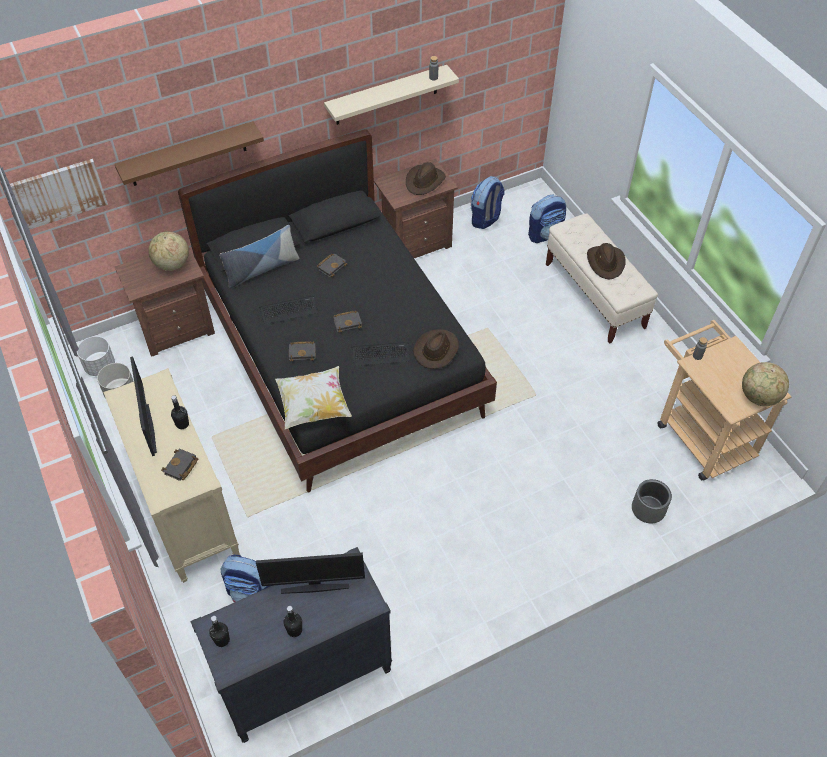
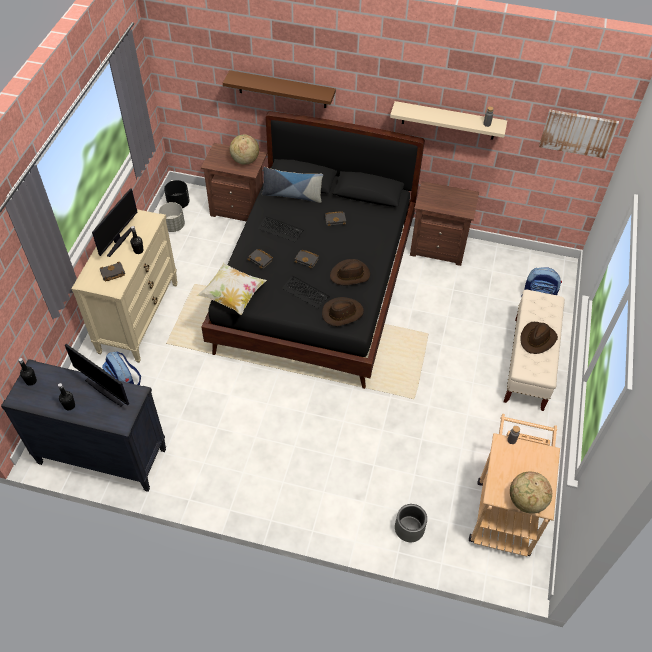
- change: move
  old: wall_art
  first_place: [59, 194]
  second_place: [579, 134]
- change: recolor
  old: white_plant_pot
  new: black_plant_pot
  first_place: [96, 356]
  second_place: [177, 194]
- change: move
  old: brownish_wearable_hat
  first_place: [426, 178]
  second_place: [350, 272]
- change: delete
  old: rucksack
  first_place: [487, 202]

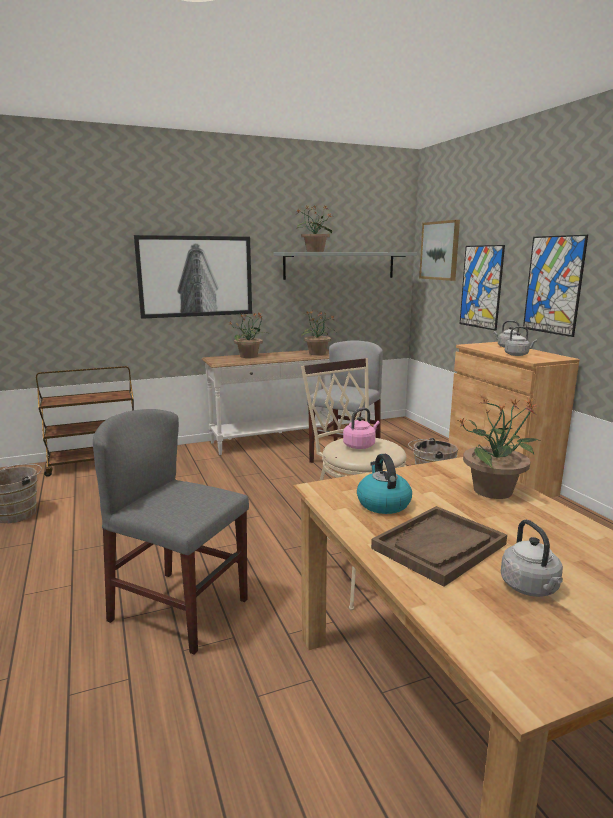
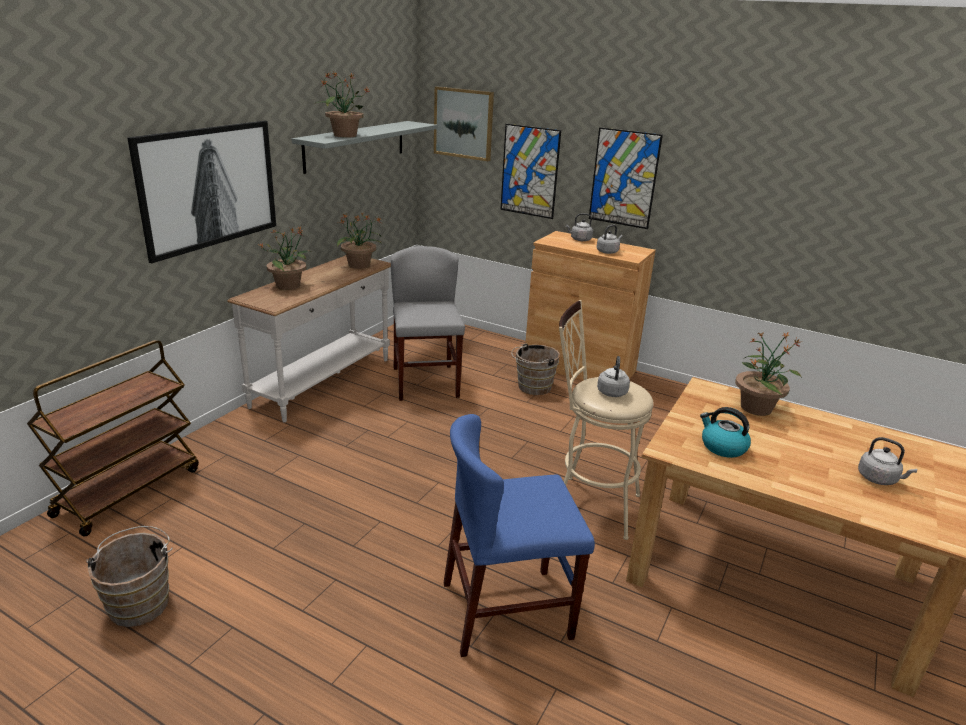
- change: recolor
  old: grey_upright_chair
  new: blue_upright_chair
  first_place: [171, 532]
  second_place: [519, 535]
- change: recolor
  old: pink_kettle
  new: grey_kettle
  first_place: [361, 428]
  second_place: [613, 376]
- change: delete
  old: brownish_tray
  first_place: [439, 546]

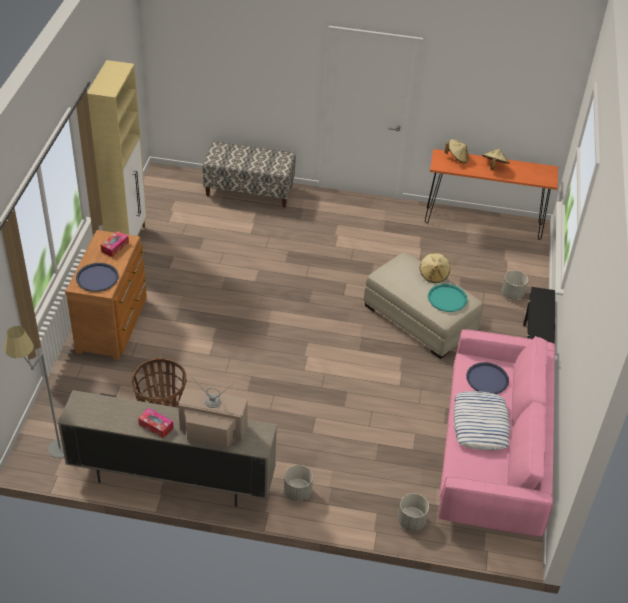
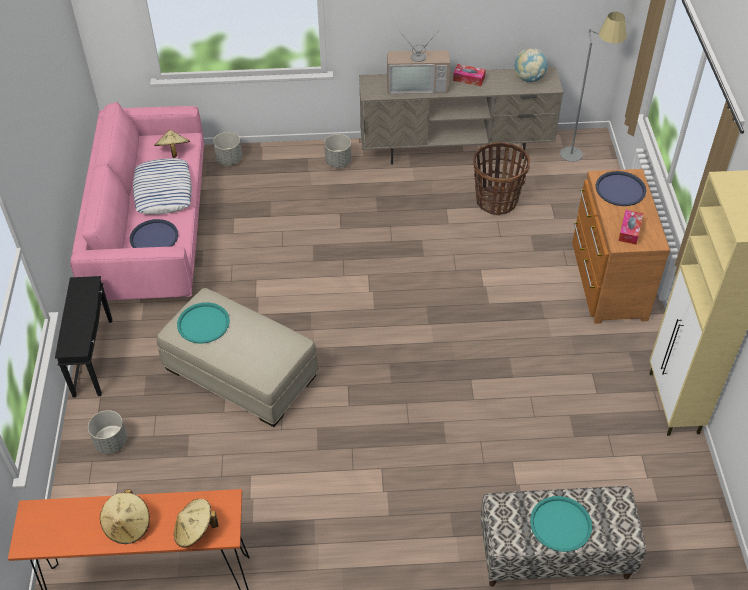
- change: move
  old: beige-coloured_wearable_hat
  first_place: [435, 267]
  second_place: [172, 144]
- change: insert
  new: globe
  second_place: [531, 65]
- change: insert
  new: blue-green_tray
  second_place: [561, 524]

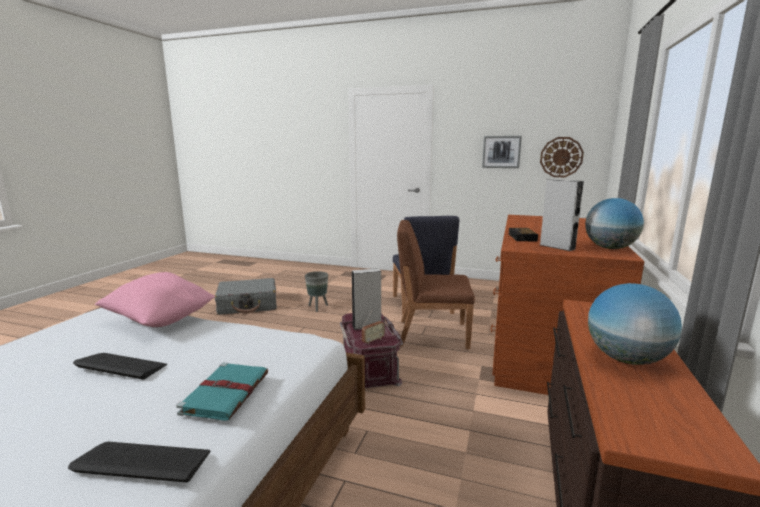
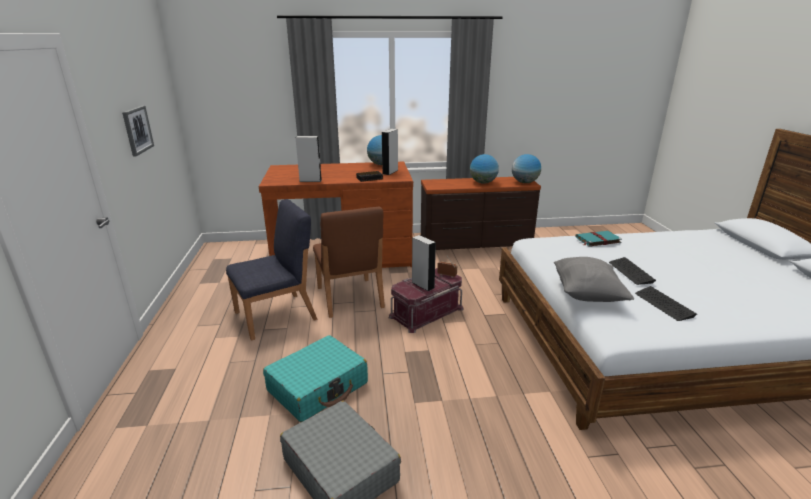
- change: move
  old: PC_keyboard
  first_place: [139, 462]
  second_place: [666, 303]
- change: recolor
  old: pink_cushion
  new: grey_cushion
  first_place: [155, 299]
  second_place: [594, 279]
- change: replace
  old: grey_plant_pot
  new: blue-green_suitcase
  first_place: [316, 291]
  second_place: [315, 378]
- change: delete
  old: clock_on_the_wall
  first_place: [562, 157]
- change: insert
  new: grey_loudspeaker
  second_place: [308, 159]
- change: insert
  new: globe
  second_place: [526, 168]

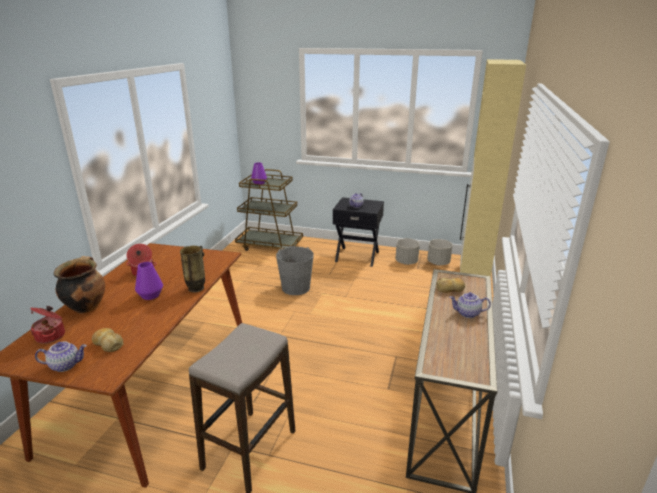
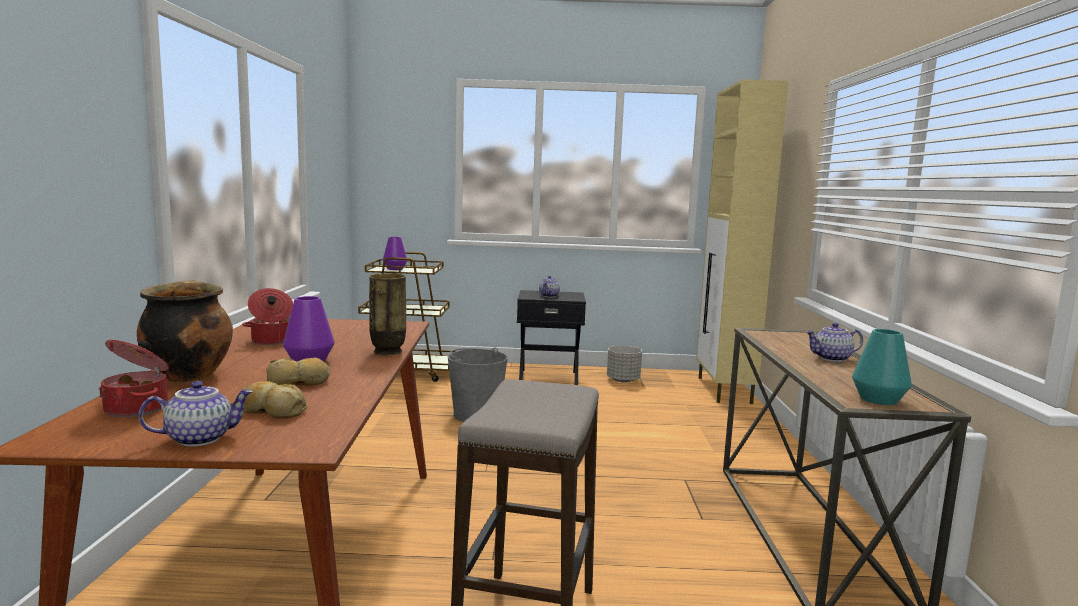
- change: delete
  old: grey_plant_pot
  first_place: [440, 252]
- change: move
  old: baked_bread
  first_place: [450, 285]
  second_place: [298, 372]
- change: insert
  new: blue-green_decorative_vase
  second_place: [882, 367]

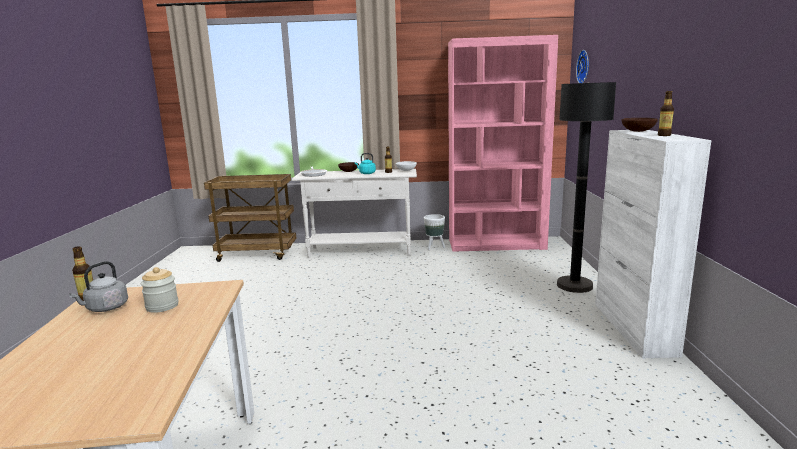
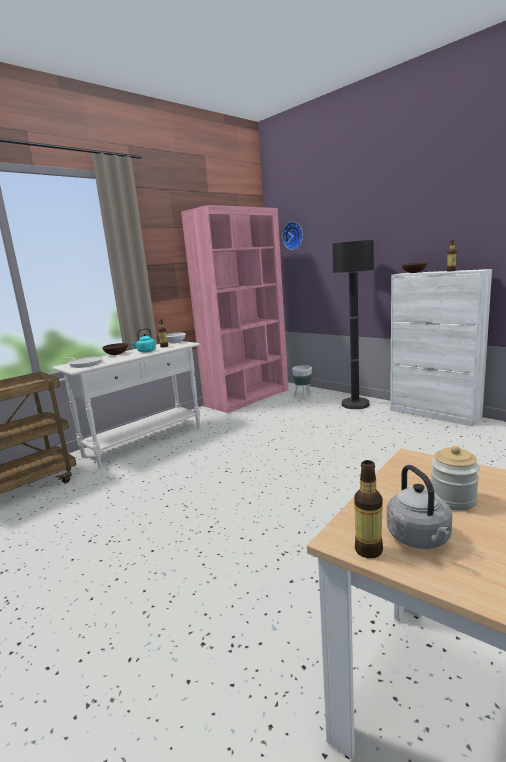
- change: move
  old: white_plant_pot
  first_place: [434, 232]
  second_place: [302, 382]

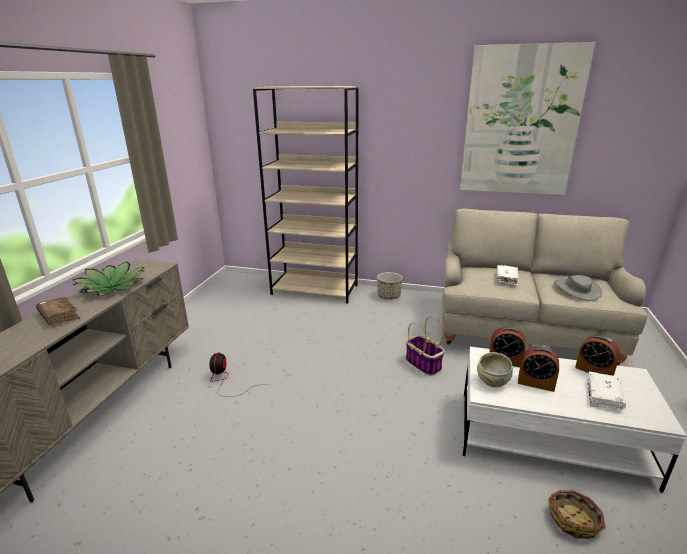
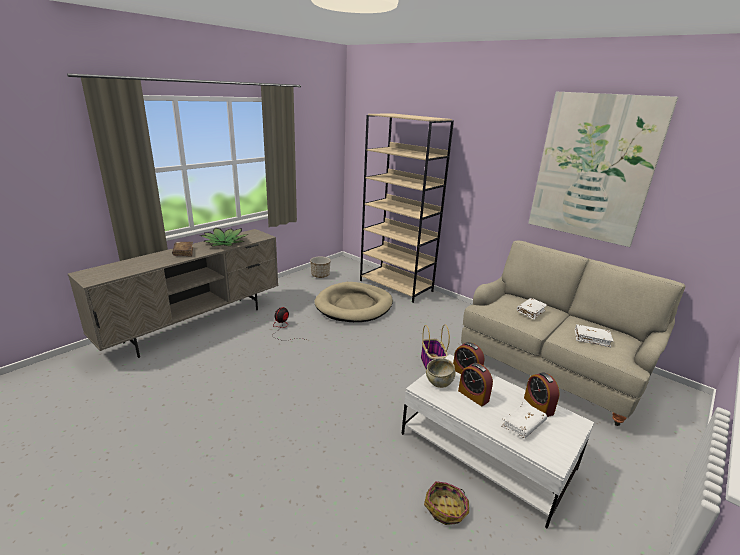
- change: move
  old: plant_pot
  first_place: [390, 286]
  second_place: [320, 267]
- change: replace
  old: grey_wearable_hat
  new: white_book
  first_place: [578, 288]
  second_place: [594, 335]
- change: insert
  new: beige-coloured_dog_cushion
  second_place: [353, 302]

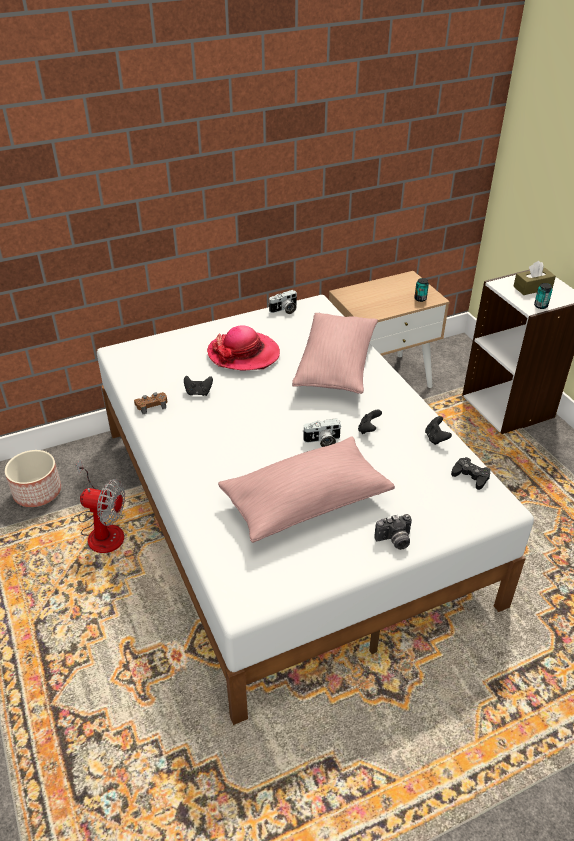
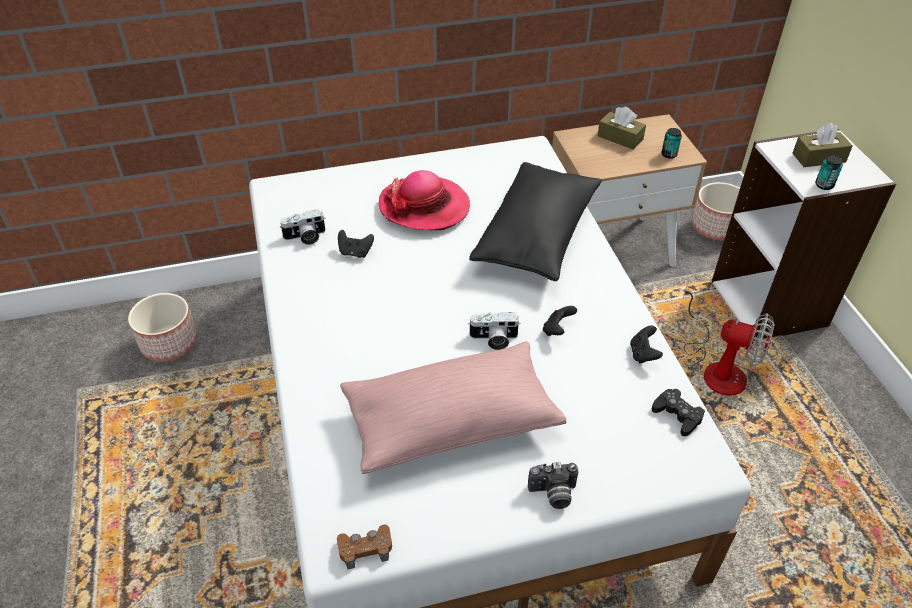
- change: move
  old: electric_fan
  first_place: [100, 506]
  second_place: [728, 339]
- change: move
  old: brownish_game_controller
  first_place: [150, 403]
  second_place: [364, 547]
- change: move
  old: still_camera
  first_place: [283, 302]
  second_place: [302, 227]
- change: recolor
  old: pink_cushion
  new: black_cushion
  first_place: [335, 353]
  second_place: [535, 221]
- change: insert
  new: brownish_box_of_tissues
  second_place: [622, 128]
- change: insert
  new: plant_pot
  second_place: [716, 211]

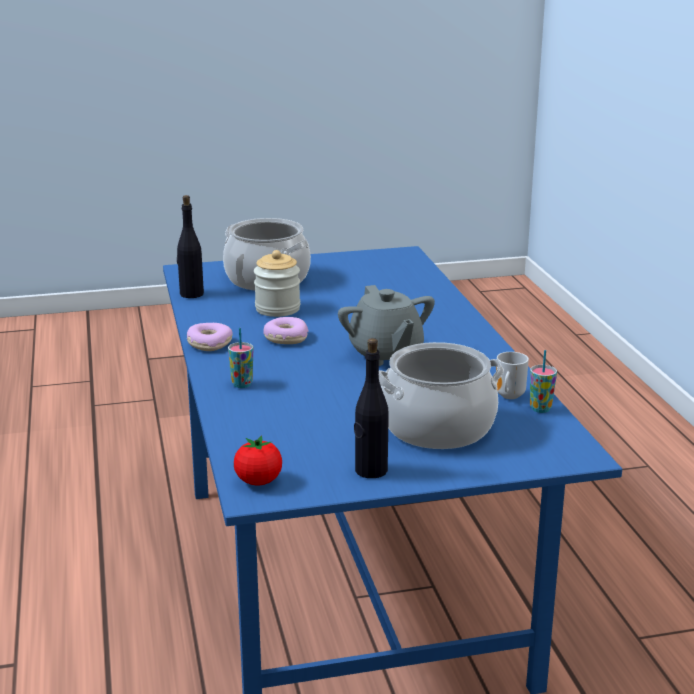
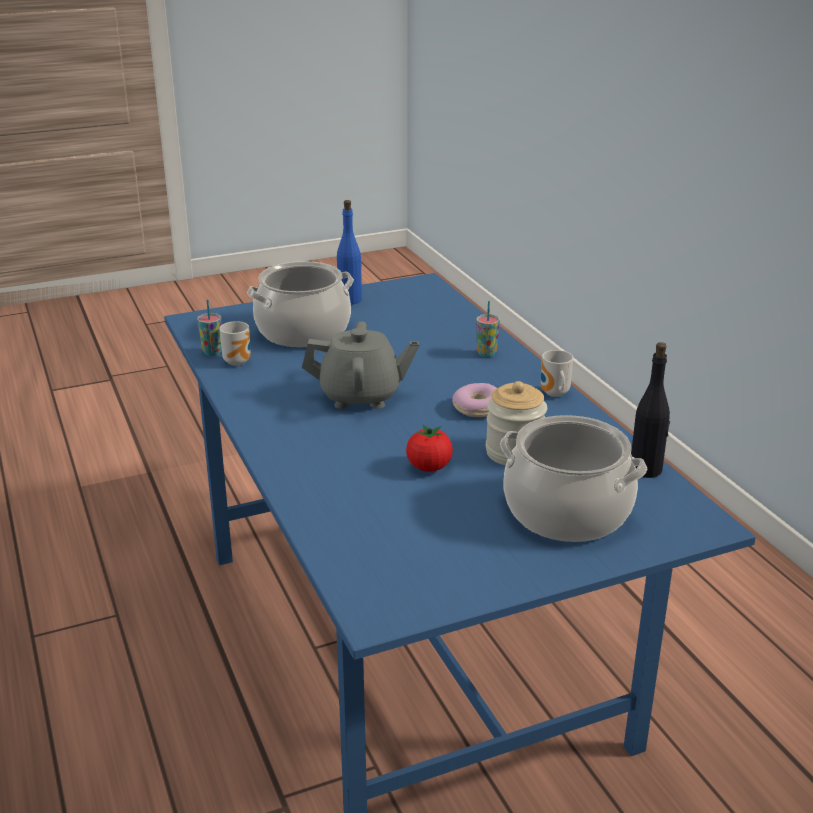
- change: replace
  old: donut
  new: tea_mug
  first_place: [210, 337]
  second_place: [557, 373]
- change: move
  old: tomato
  first_place: [258, 460]
  second_place: [429, 448]
- change: rotate
  old: grey_tea_pot
  first_place: [386, 325]
  second_place: [360, 365]
  degrees: 120
- change: recolor
  old: black_drink_bottle
  new: blue_drink_bottle
  first_place: [371, 408]
  second_place: [349, 252]

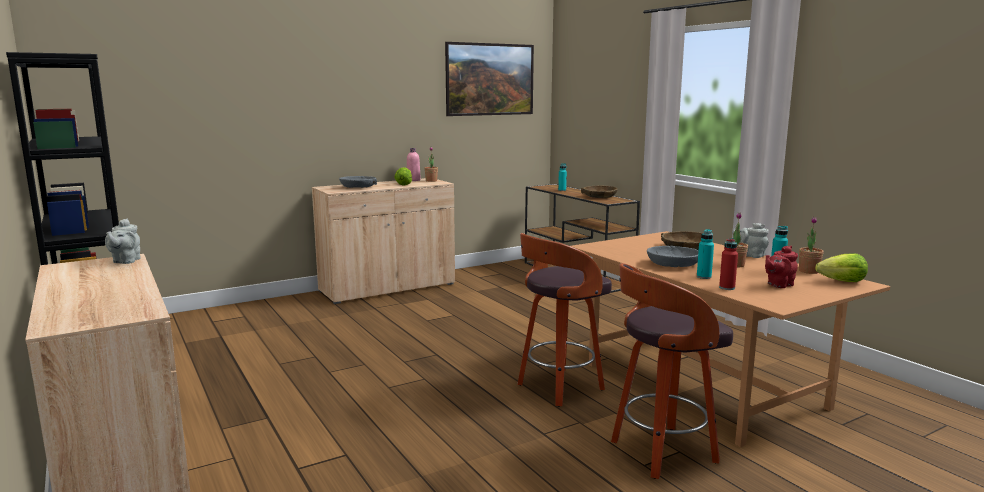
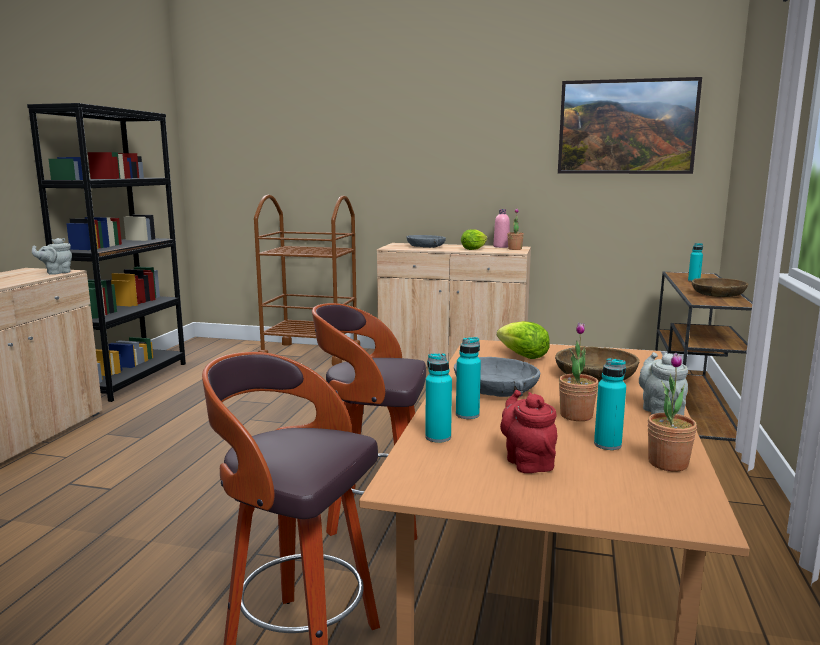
- change: recolor
  old: reddish_drink_bottle
  new: blue-green_drink_bottle
  first_place: [728, 264]
  second_place: [438, 398]
- change: rotate
  old: reddish_tea_pot
  first_place: [781, 267]
  second_place: [528, 431]
  degrees: 60
- change: move
  old: lettuce
  first_place: [841, 267]
  second_place: [523, 340]
- change: insert
  new: brownish_trolley
  second_place: [307, 280]

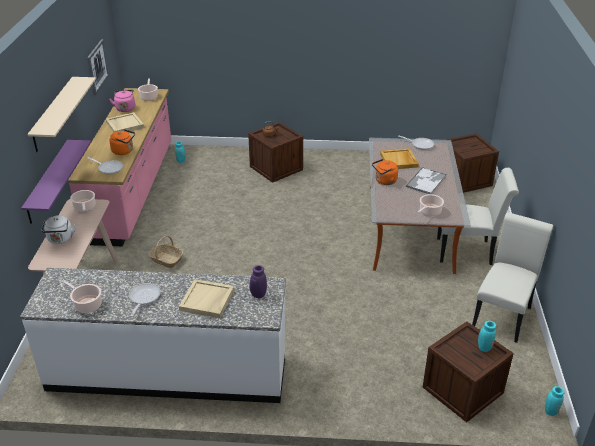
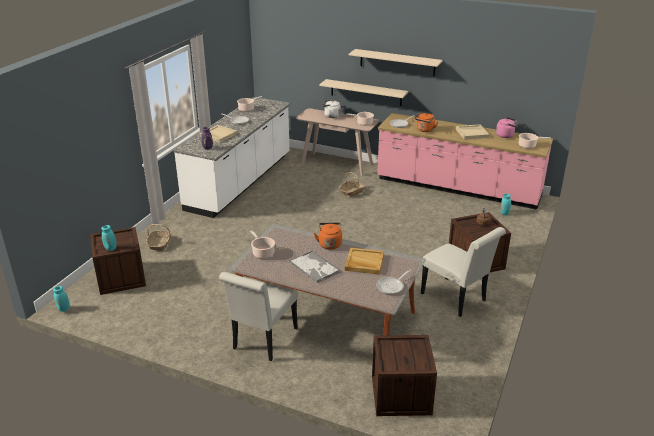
- change: recolor
  old: purple-coloured_shelf
  new: beige-coloured_shelf
  first_place: [56, 182]
  second_place: [363, 92]
- change: delete
  old: wall_art
  first_place: [98, 67]
- change: move
  old: white_upright_chair
  first_place: [512, 277]
  second_place: [463, 272]
- change: insert
  new: storage_basket
  second_place: [159, 237]

